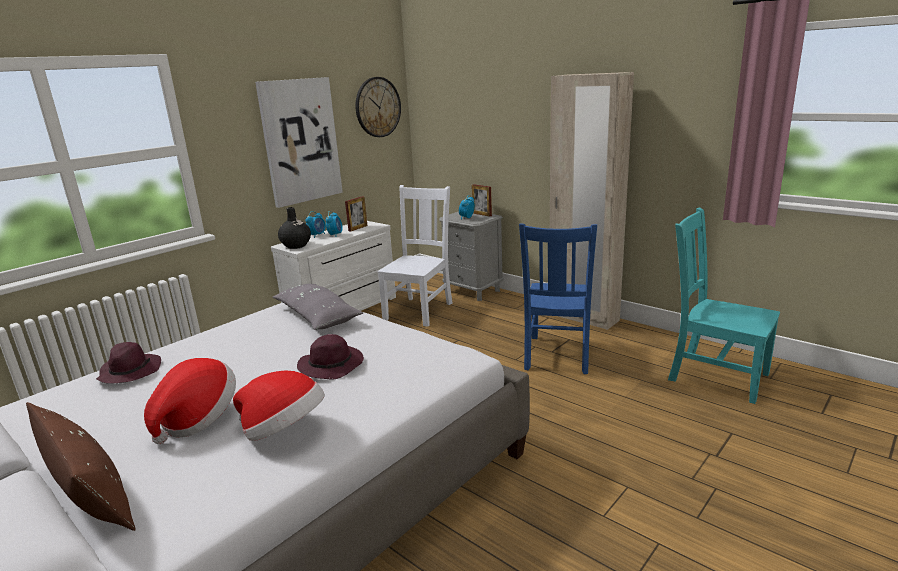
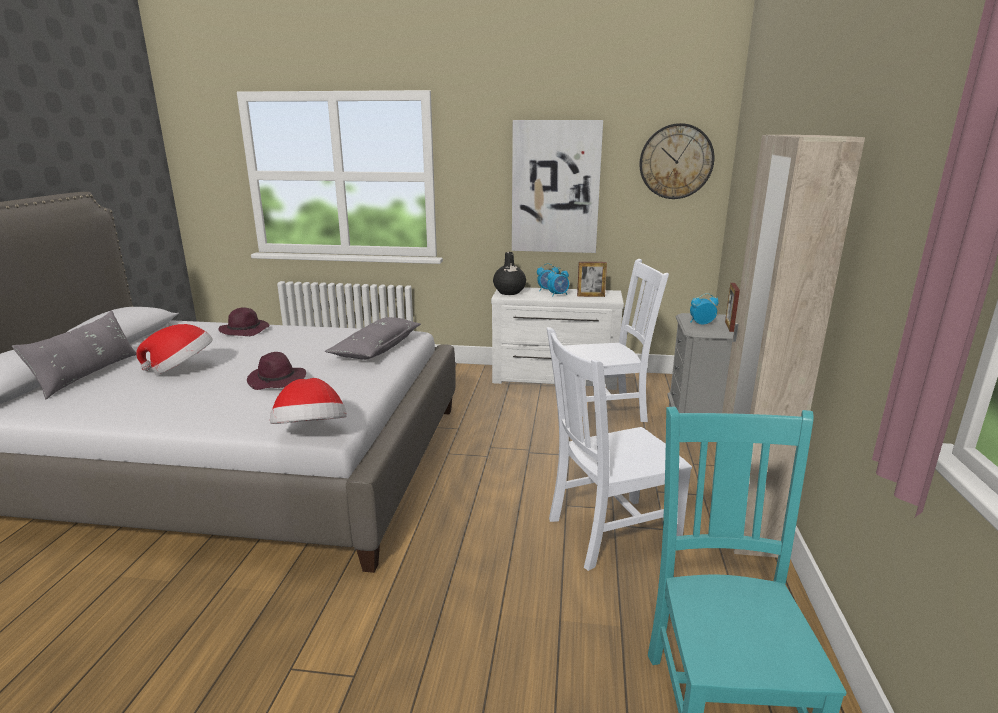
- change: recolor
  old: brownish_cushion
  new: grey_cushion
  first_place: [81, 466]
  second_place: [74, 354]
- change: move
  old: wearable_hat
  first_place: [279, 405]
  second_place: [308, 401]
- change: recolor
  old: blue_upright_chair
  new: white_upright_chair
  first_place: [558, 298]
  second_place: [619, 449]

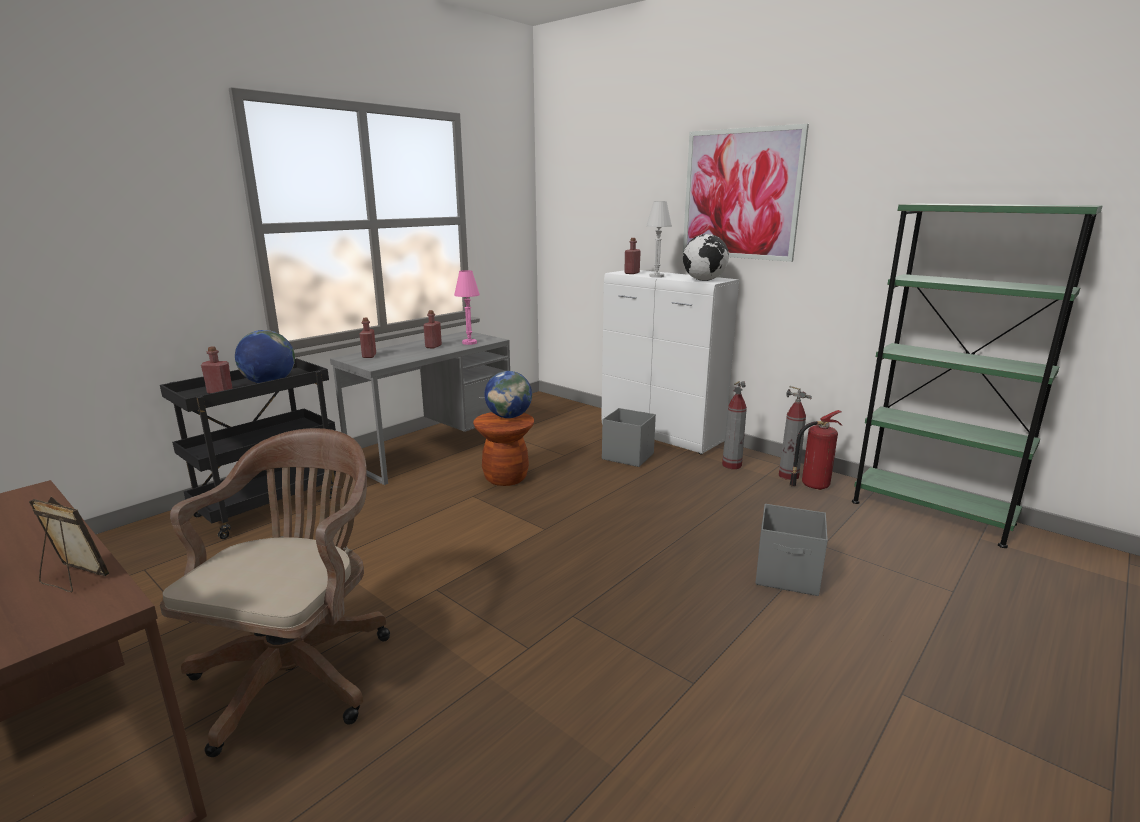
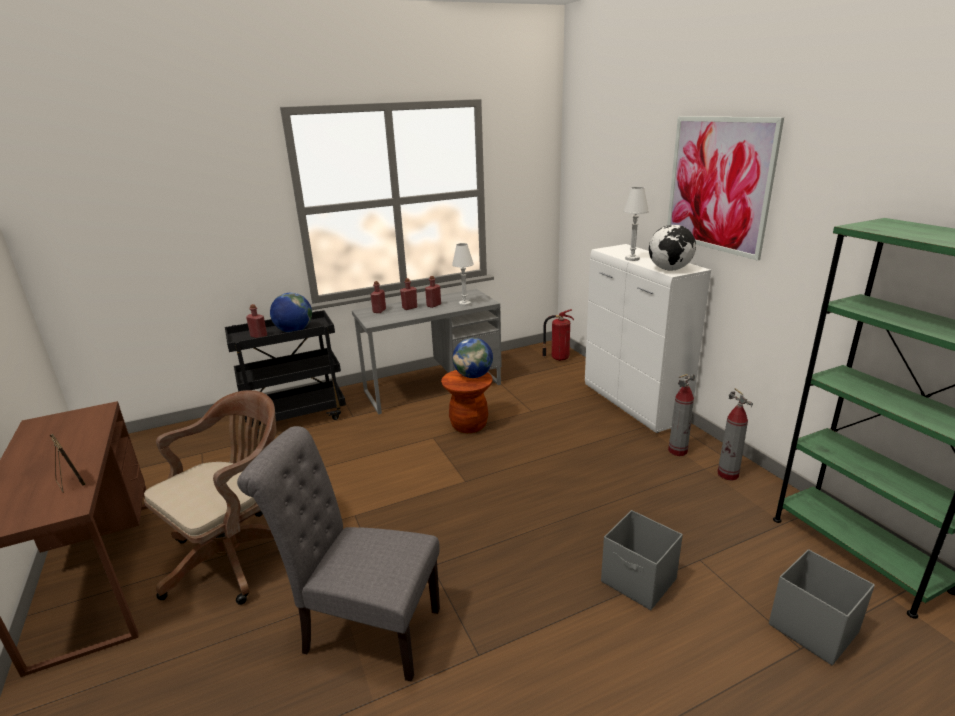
- change: recolor
  old: pink_tabletop_lamp
  new: white_tabletop_lamp
  first_place: [467, 307]
  second_place: [463, 274]
- change: move
  old: grey_storage_box
  first_place: [629, 437]
  second_place: [822, 607]
- change: move
  old: reddish_drink_bottle
  first_place: [632, 256]
  second_place: [408, 294]
- change: move
  old: extinguisher
  first_place: [816, 450]
  second_place: [558, 335]
- change: insert
  new: grey_upright_chair
  second_place: [338, 554]

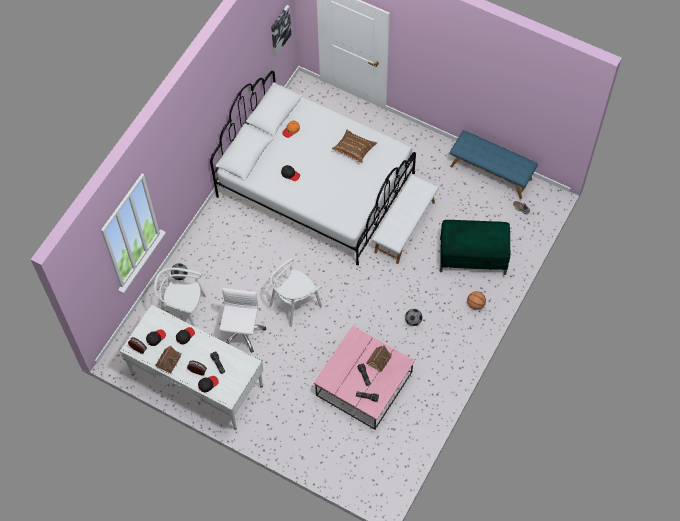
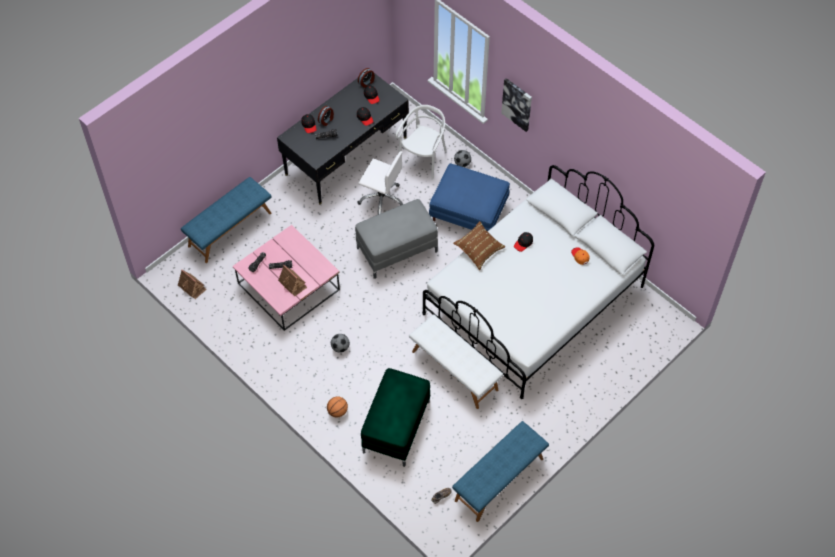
- change: recolor
  old: white_desk
  new: black_desk
  first_place: [191, 367]
  second_place: [343, 138]
- change: move
  old: toy_house
  first_place: [168, 359]
  second_place: [192, 284]
- change: replace
  old: white_upright_chair
  new: grey_footrest
  first_place: [296, 292]
  second_place: [396, 239]
- change: move
  old: wall_art
  first_place: [281, 30]
  second_place: [516, 105]
- change: move
  old: brownish_cushion
  first_place: [354, 146]
  second_place: [479, 245]
- change: insert
  new: blue_bench
  second_place: [226, 220]
- change: insert
  new: blue_footrest
  second_place: [469, 197]

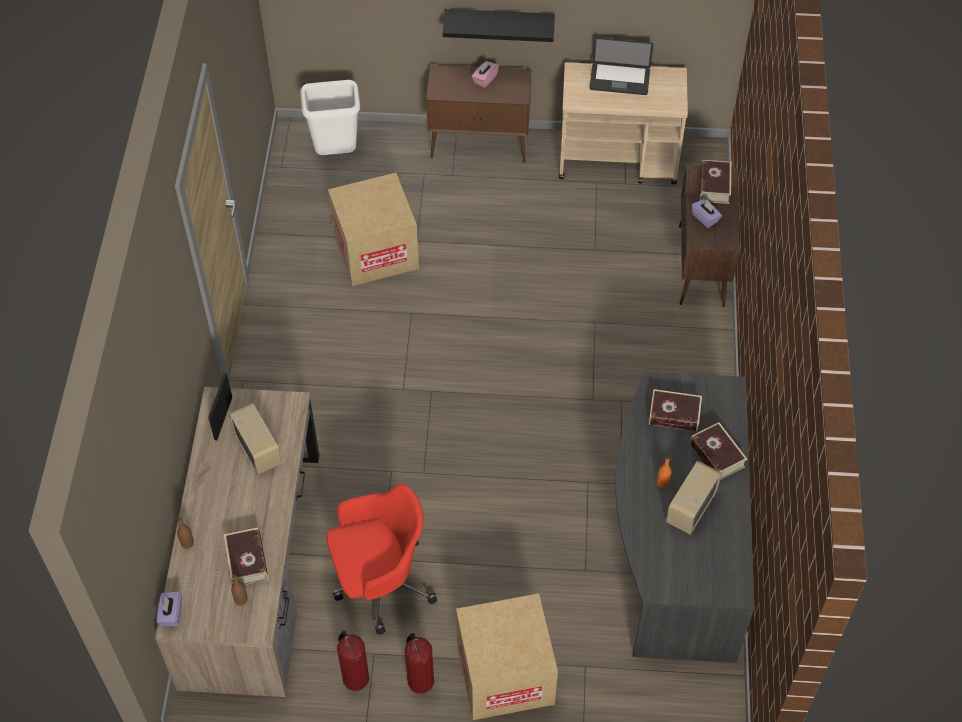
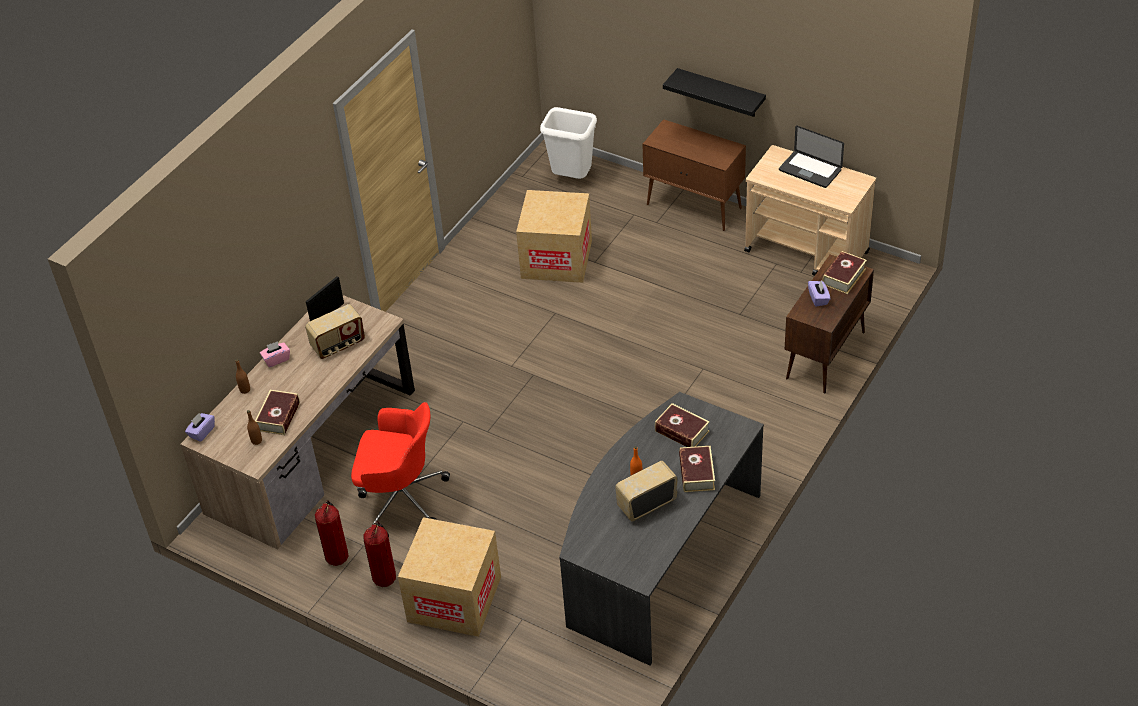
- change: rotate
  old: radio_receiver
  first_place: [255, 439]
  second_place: [335, 331]
  degrees: 60
- change: move
  old: pink_box_of_tissues
  first_place: [485, 74]
  second_place: [275, 354]

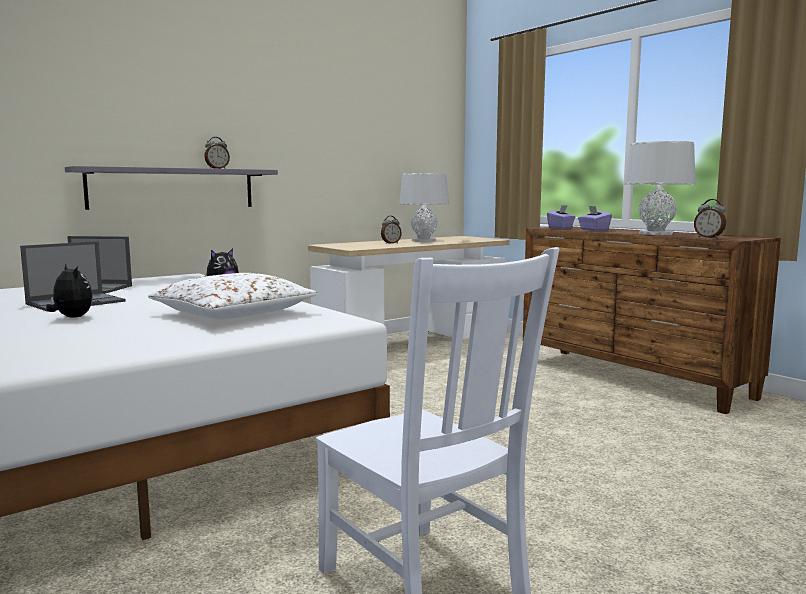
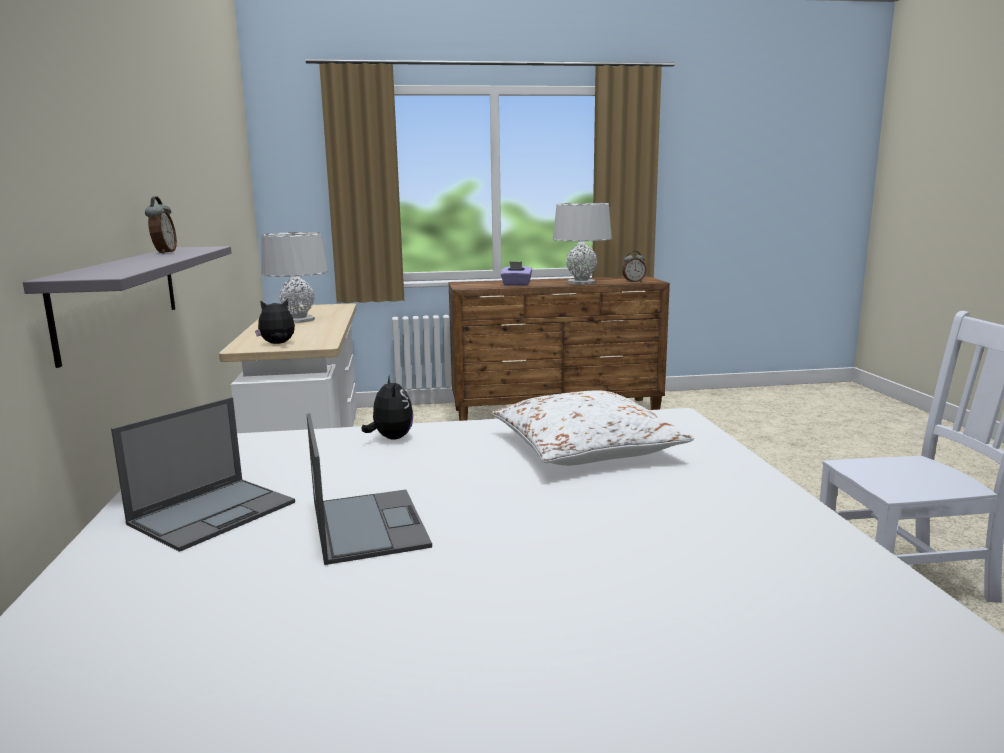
- change: move
  old: plush_toy
  first_place: [69, 291]
  second_place: [275, 321]
- change: delete
  old: alarm_clock
  first_place: [391, 230]
- change: delete
  old: purple-coloured_box_of_tissues
  first_place: [561, 217]

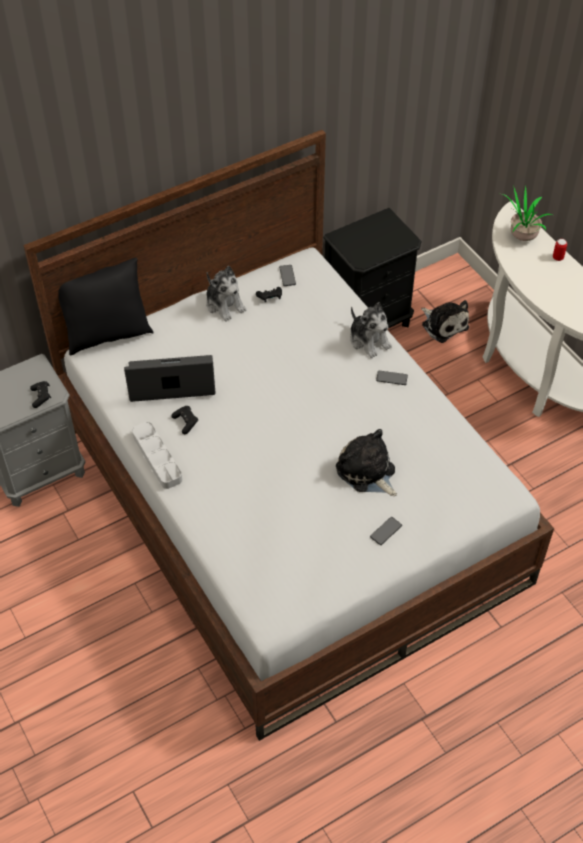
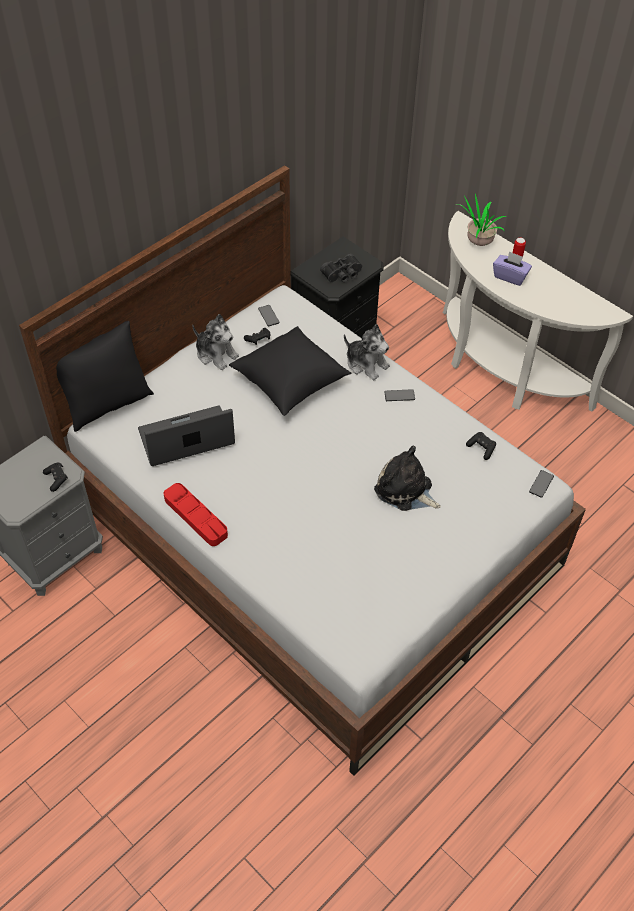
- change: recolor
  old: grey_tray
  new: reddish_tray
  first_place: [157, 455]
  second_place: [196, 514]
- change: move
  old: black_game_controller
  first_place: [184, 420]
  second_place: [481, 446]
- change: move
  old: telephone
  first_place: [386, 531]
  second_place: [541, 484]
- change: delete
  old: plush_toy
  first_place: [445, 321]
- change: insert
  new: black_cushion
  second_place: [290, 371]
- change: insert
  new: black_binoculars
  second_place: [341, 268]
- change: insert
  new: purple-coloured_box_of_tissues
  second_place: [512, 268]

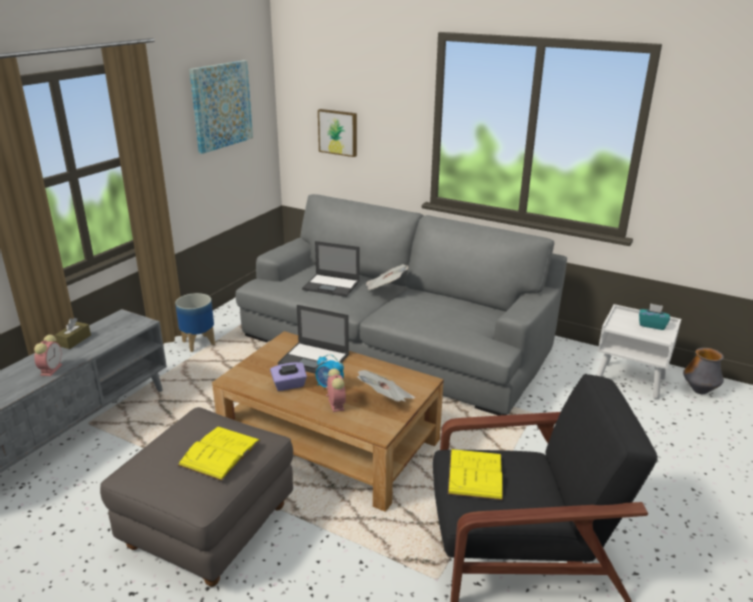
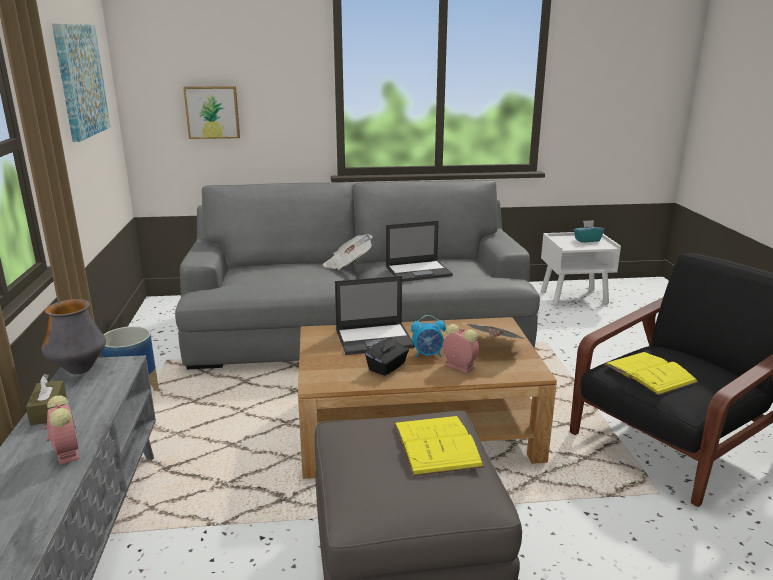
- change: recolor
  old: purple-coloured_box_of_tissues
  new: black_box_of_tissues
  first_place: [288, 376]
  second_place: [387, 356]
- change: move
  old: portable_computer
  first_place: [331, 269]
  second_place: [419, 251]
- change: move
  old: decorative_vase
  first_place: [703, 371]
  second_place: [73, 336]

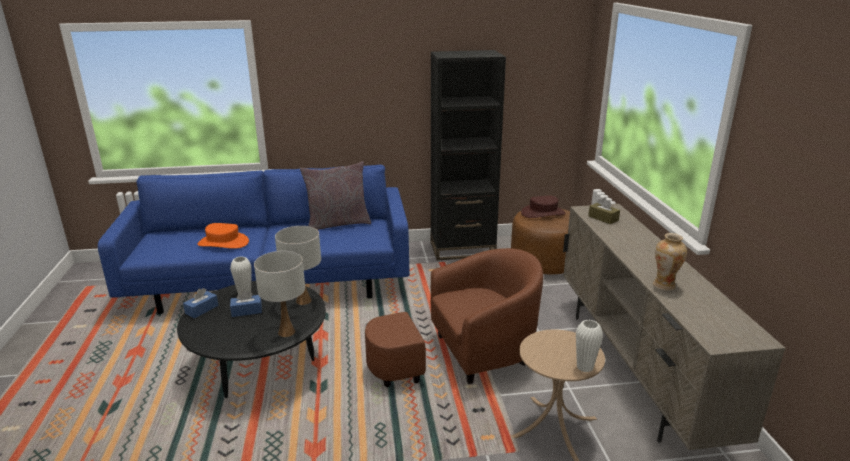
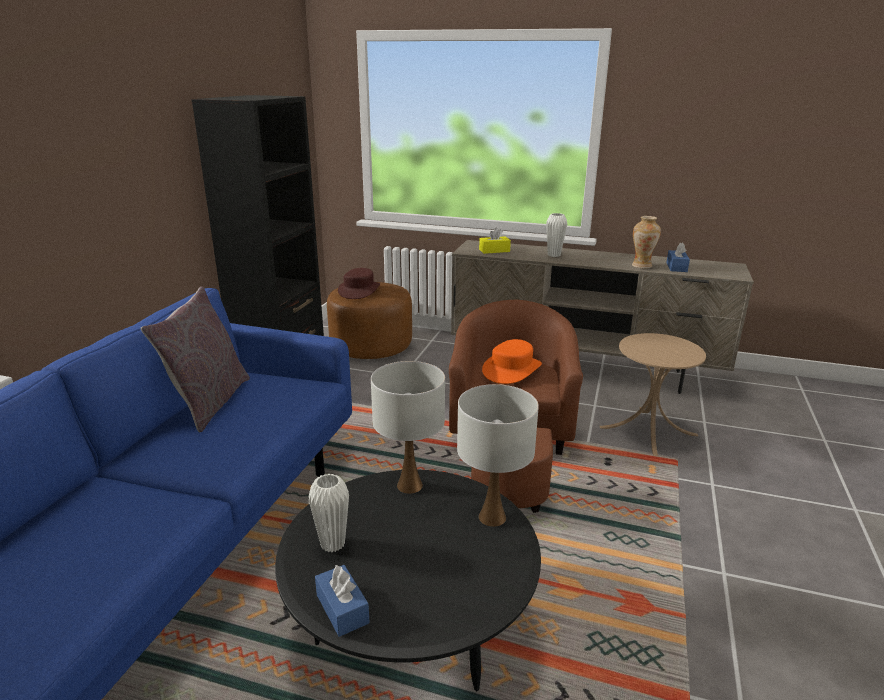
- change: move
  old: orangey_wearable_hat
  first_place: [223, 236]
  second_place: [512, 361]
- change: move
  old: blue_box_of_tissues
  first_place: [246, 303]
  second_place: [678, 257]
- change: move
  old: white_decorative_vase
  first_place: [589, 346]
  second_place: [556, 235]
- change: recolor
  old: brownish_box_of_tissues
  new: yellow-coloured_box_of_tissues
  first_place: [604, 210]
  second_place: [495, 241]

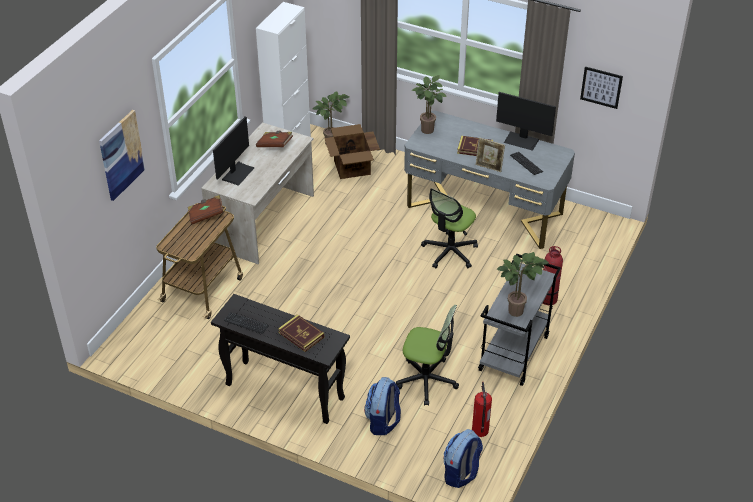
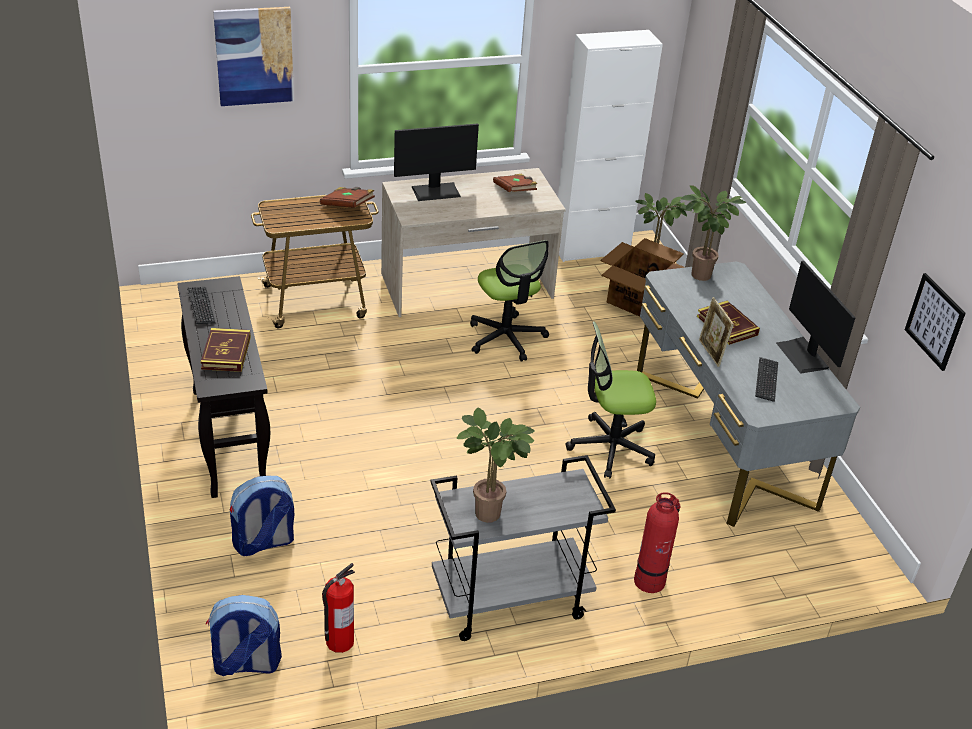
- change: move
  old: computer_chair
  first_place: [427, 355]
  second_place: [509, 301]

